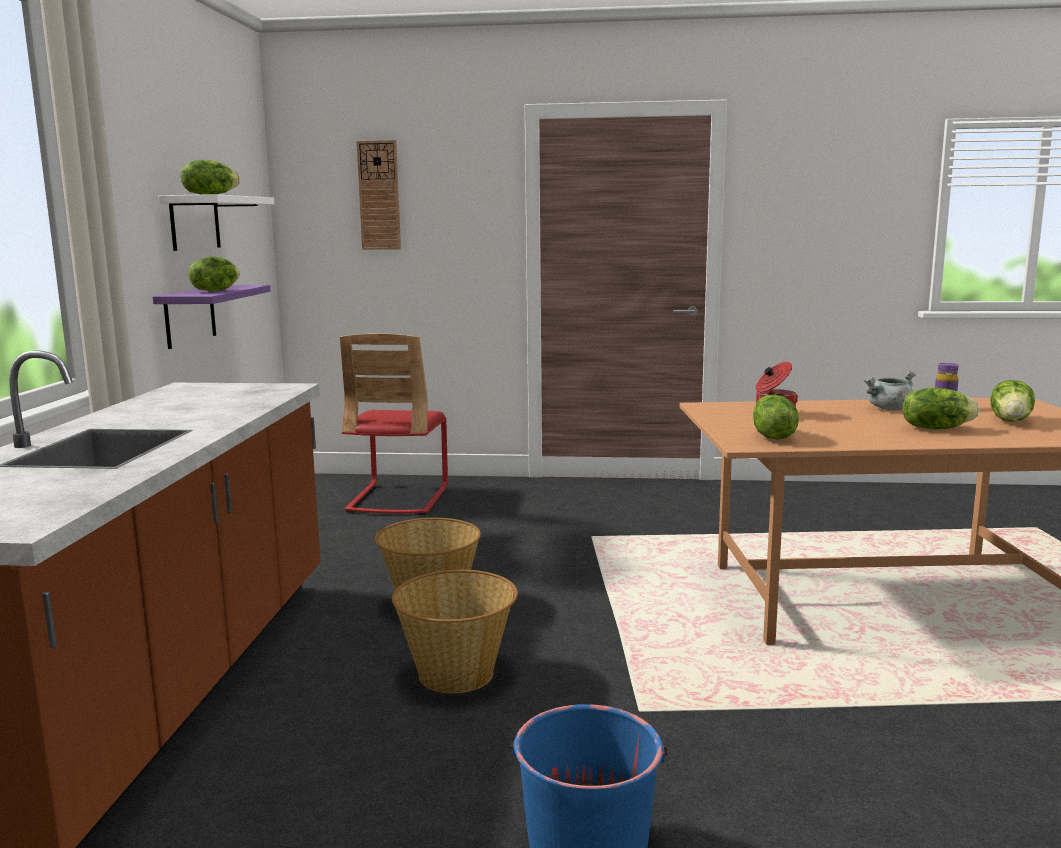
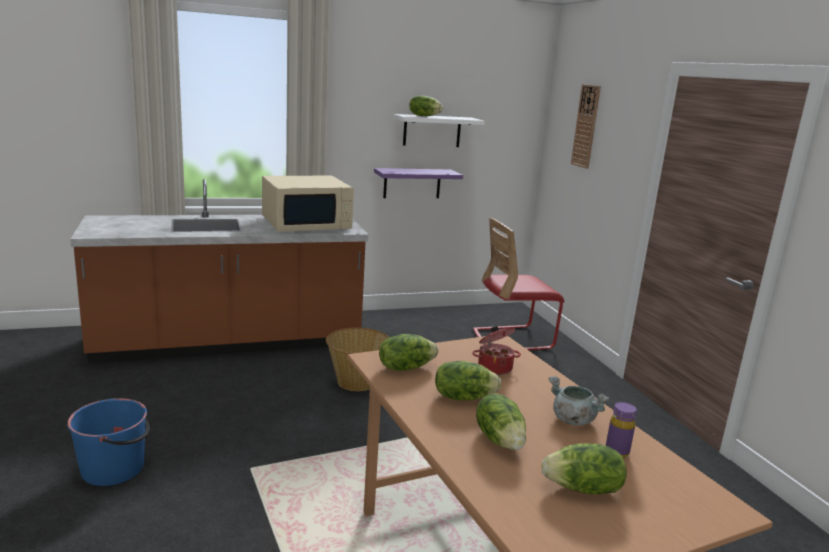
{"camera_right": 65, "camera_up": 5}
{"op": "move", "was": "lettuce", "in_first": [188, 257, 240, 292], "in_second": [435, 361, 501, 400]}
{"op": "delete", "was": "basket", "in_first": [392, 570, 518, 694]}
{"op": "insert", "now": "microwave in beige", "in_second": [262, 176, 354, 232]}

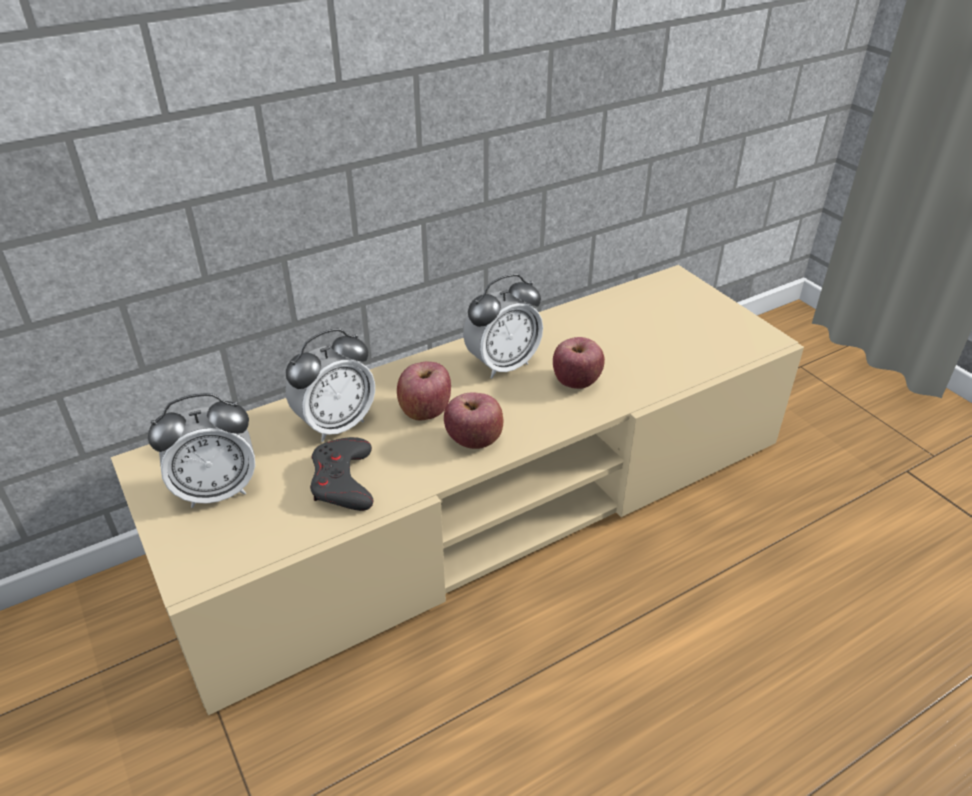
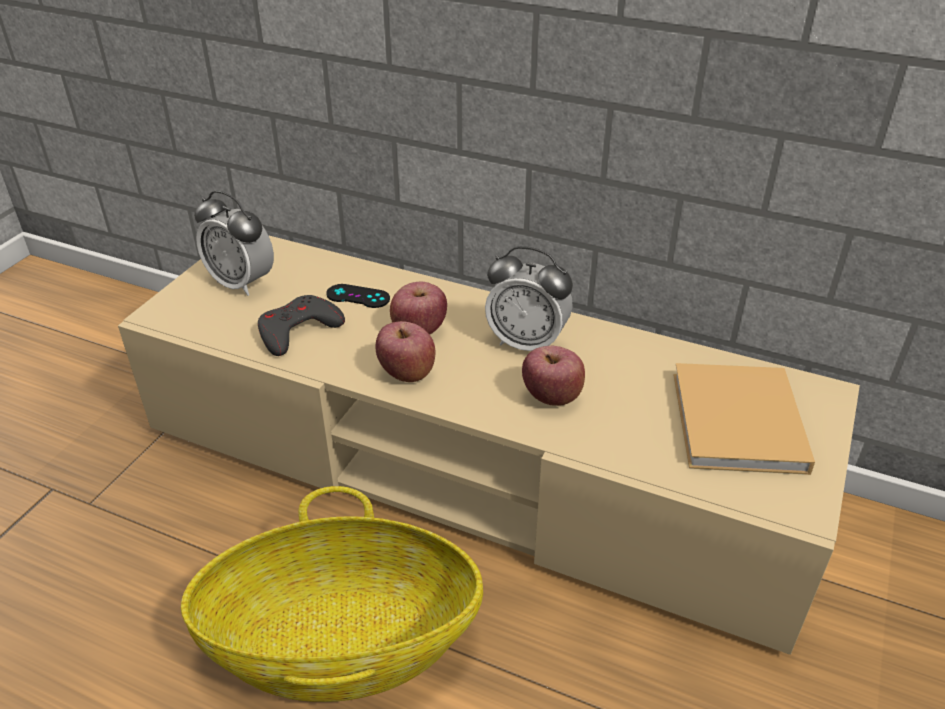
{"camera_right": 55, "camera_up": 0}
{"op": "replace", "was": "alarm clock", "now": "game controller in black", "in_first": [286, 328, 375, 442], "in_second": [326, 284, 390, 308]}
{"op": "insert", "now": "book in beige", "in_second": [674, 363, 815, 475]}
{"op": "insert", "now": "basket", "in_second": [181, 486, 483, 702]}

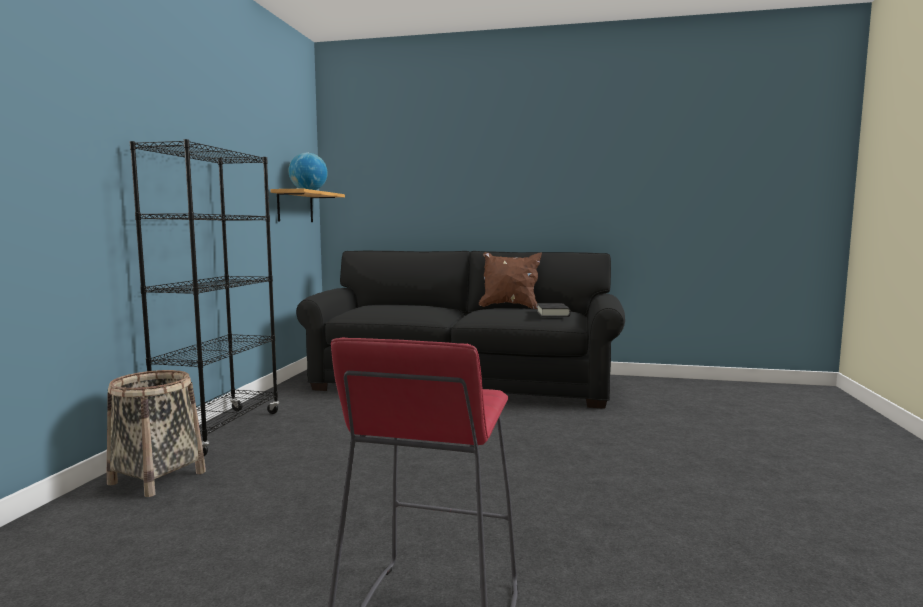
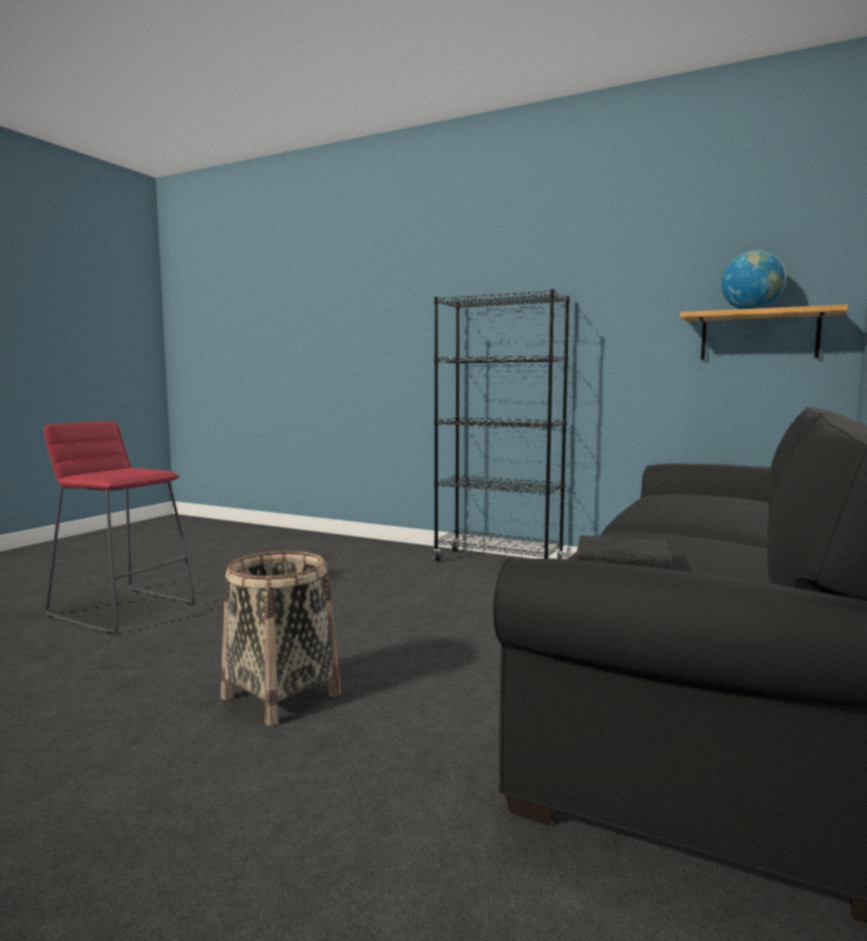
{"camera_right": 105, "camera_up": 0}
{"op": "delete", "was": "pillow in brown", "in_first": [479, 252, 542, 309]}
{"op": "move", "was": "basket", "in_first": [107, 370, 206, 497], "in_second": [221, 551, 341, 726]}

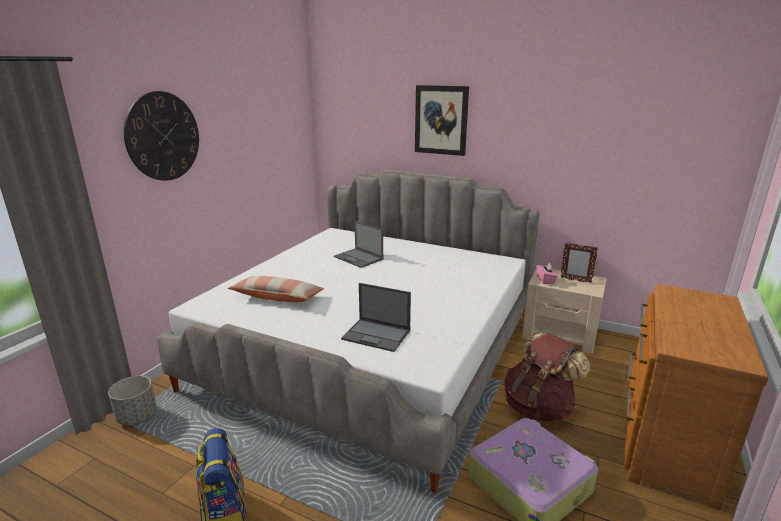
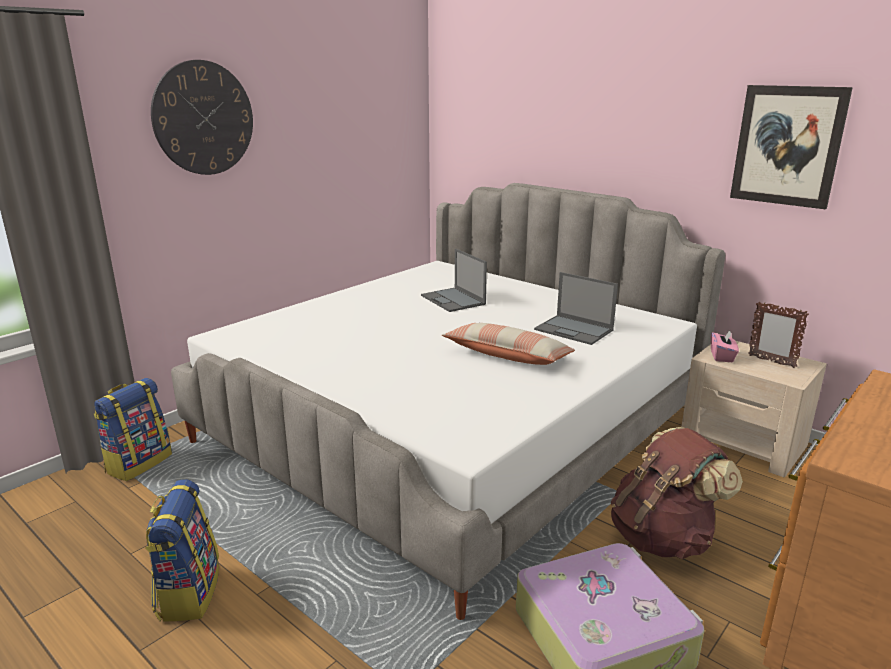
{"camera_right": 15, "camera_up": 0}
{"op": "move", "was": "picture", "in_first": [415, 85, 469, 156], "in_second": [730, 85, 853, 209]}
{"op": "move", "was": "pillow", "in_first": [227, 276, 324, 302], "in_second": [442, 323, 575, 365]}
{"op": "move", "was": "laptop", "in_first": [341, 283, 411, 352], "in_second": [534, 272, 618, 345]}
{"op": "replace", "was": "planter in grey", "now": "backpack", "in_first": [108, 376, 157, 425], "in_second": [94, 378, 172, 481]}

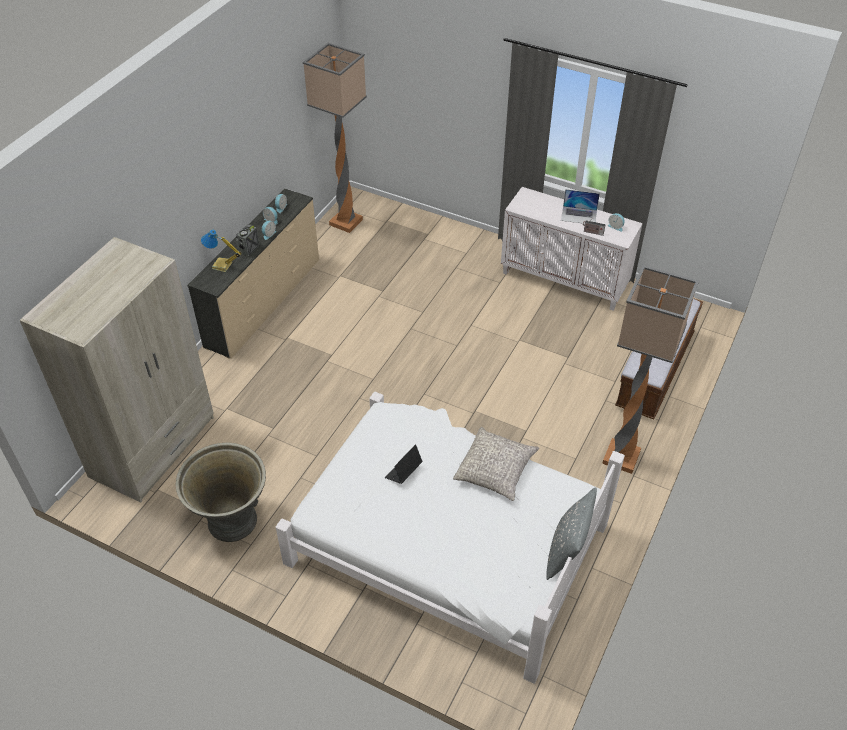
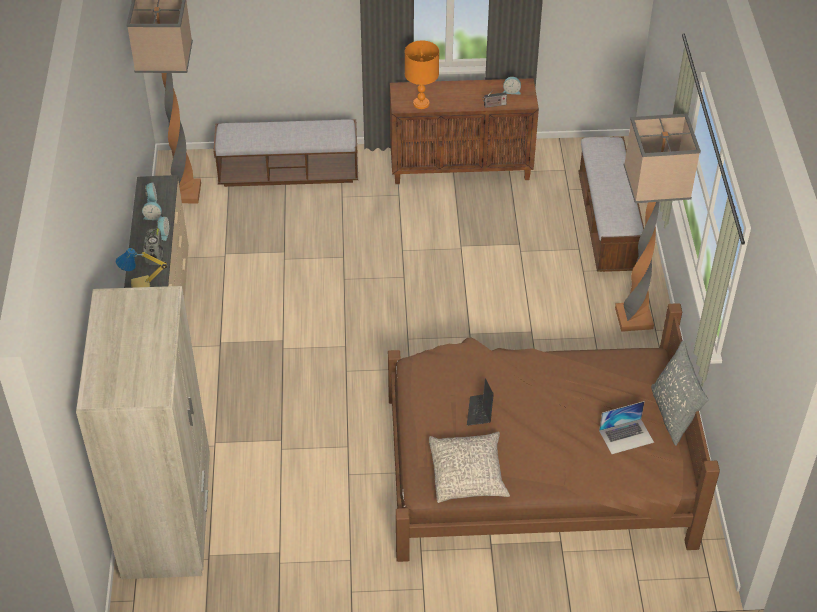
{"camera_right": -30, "camera_up": 0}
{"op": "recolor", "was": "cabinet in white", "now": "cabinet in brown", "in_first": [501, 187, 643, 311], "in_second": [390, 78, 539, 184]}
{"op": "move", "was": "laptop", "in_first": [561, 189, 600, 224], "in_second": [599, 401, 654, 454]}
{"op": "recolor", "was": "bed in white", "now": "bed in brown", "in_first": [276, 392, 625, 684], "in_second": [388, 303, 720, 562]}
{"op": "move", "was": "pillow in grey", "in_first": [453, 427, 539, 501], "in_second": [429, 432, 510, 503]}
{"op": "delete", "was": "planter in grey", "in_first": [176, 442, 266, 542]}
{"op": "insert", "now": "table lamp in orange", "in_second": [405, 41, 439, 109]}
{"op": "insert", "now": "bench", "in_second": [213, 119, 358, 187]}

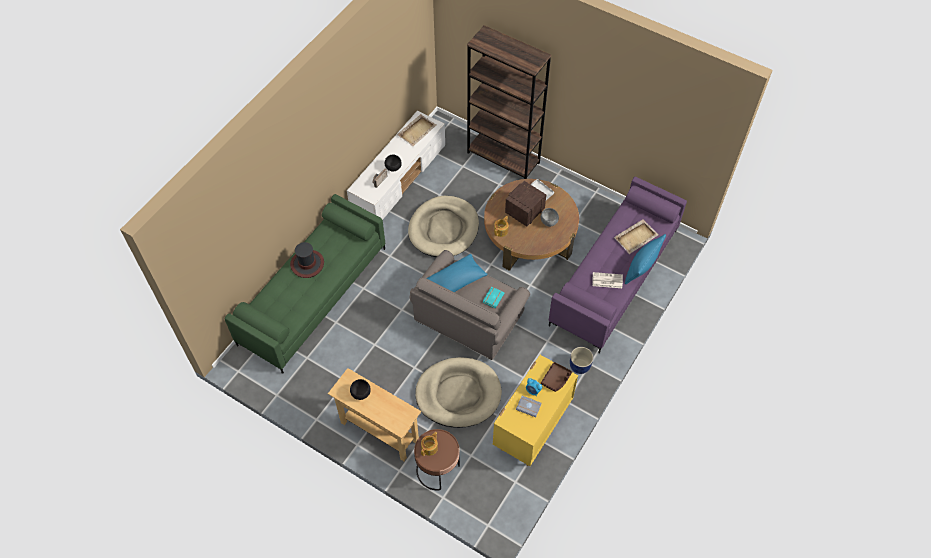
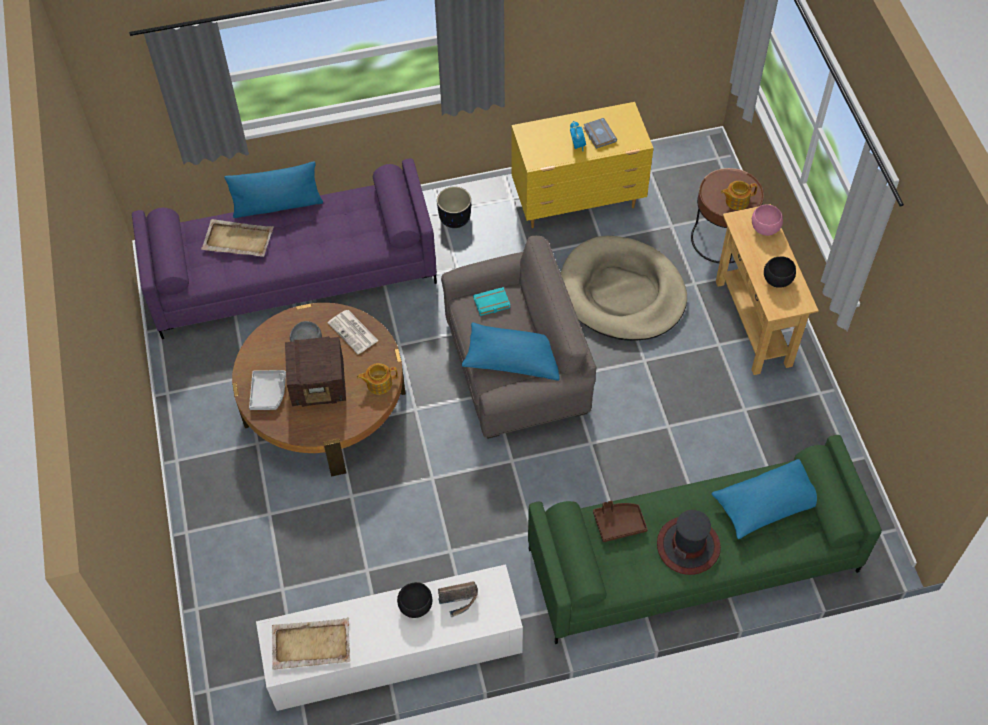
{"camera_right": -135, "camera_up": 0}
{"op": "delete", "was": "bookcase in brown", "in_first": [467, 25, 551, 179]}
{"op": "delete", "was": "dog bed in beige", "in_first": [408, 195, 479, 257]}
{"op": "move", "was": "newspaper", "in_first": [592, 272, 623, 288], "in_second": [327, 310, 379, 354]}
{"op": "recolor", "was": "planter in blue", "now": "planter in black", "in_first": [570, 347, 593, 374], "in_second": [437, 187, 471, 228]}
{"op": "move", "was": "tray in brown", "in_first": [541, 362, 572, 392], "in_second": [593, 501, 648, 542]}
{"op": "insert", "now": "bowl in pink", "in_second": [752, 204, 783, 236]}
{"op": "insert", "now": "pillow in blue", "in_second": [712, 459, 817, 539]}

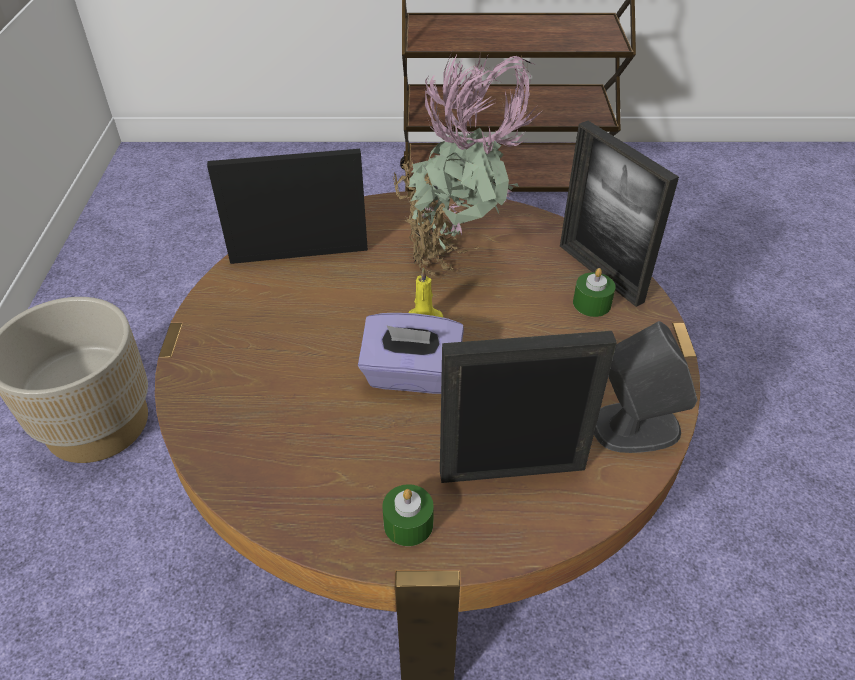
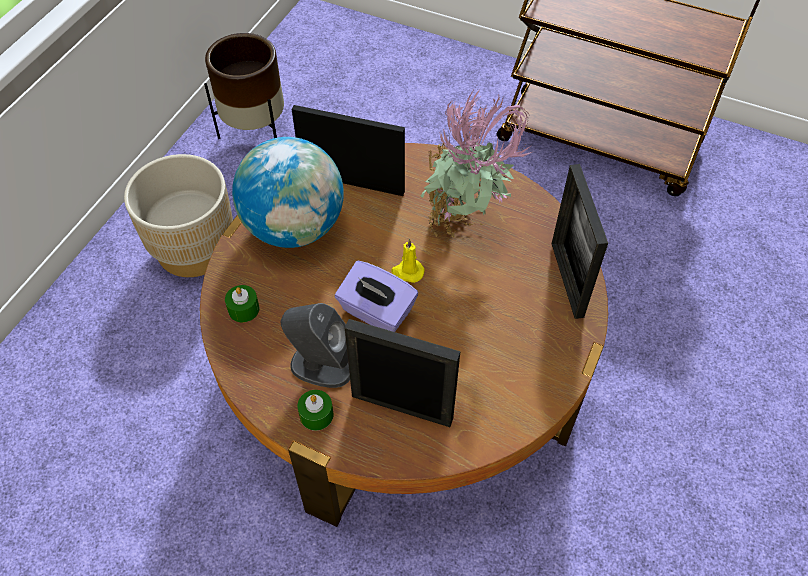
{"camera_right": 25, "camera_up": 10}
{"op": "move", "was": "candle in green", "in_first": [573, 268, 616, 317], "in_second": [225, 285, 259, 322]}
{"op": "move", "was": "speaker in grey", "in_first": [594, 321, 698, 453], "in_second": [281, 303, 350, 388]}
{"op": "insert", "now": "planter in brown", "in_second": [204, 33, 284, 139]}
{"op": "insert", "now": "globe", "in_second": [232, 137, 344, 248]}

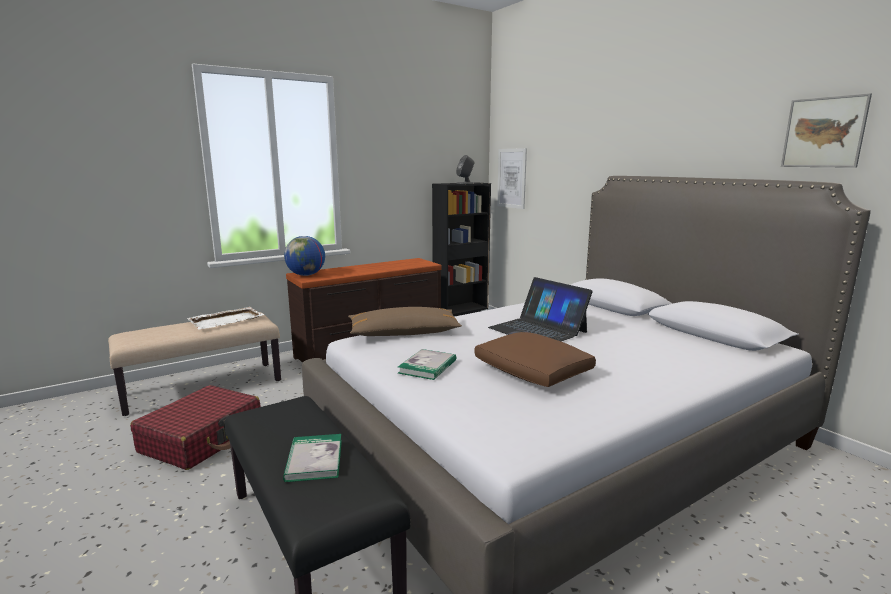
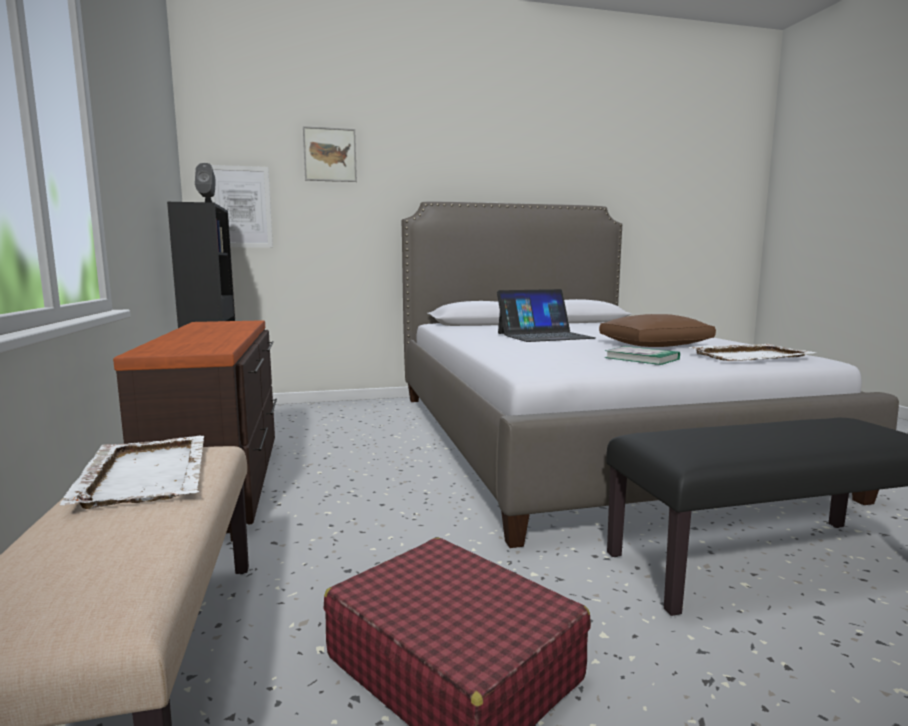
{"camera_right": -70, "camera_up": -5}
{"op": "move", "was": "picture", "in_first": [781, 93, 872, 168], "in_second": [303, 126, 357, 182]}
{"op": "delete", "was": "globe", "in_first": [284, 236, 325, 276]}
{"op": "delete", "was": "pillow in brown", "in_first": [348, 307, 462, 336]}
{"op": "delete", "was": "book", "in_first": [283, 434, 342, 482]}
{"op": "insert", "now": "tray in white", "in_second": [687, 344, 816, 361]}

